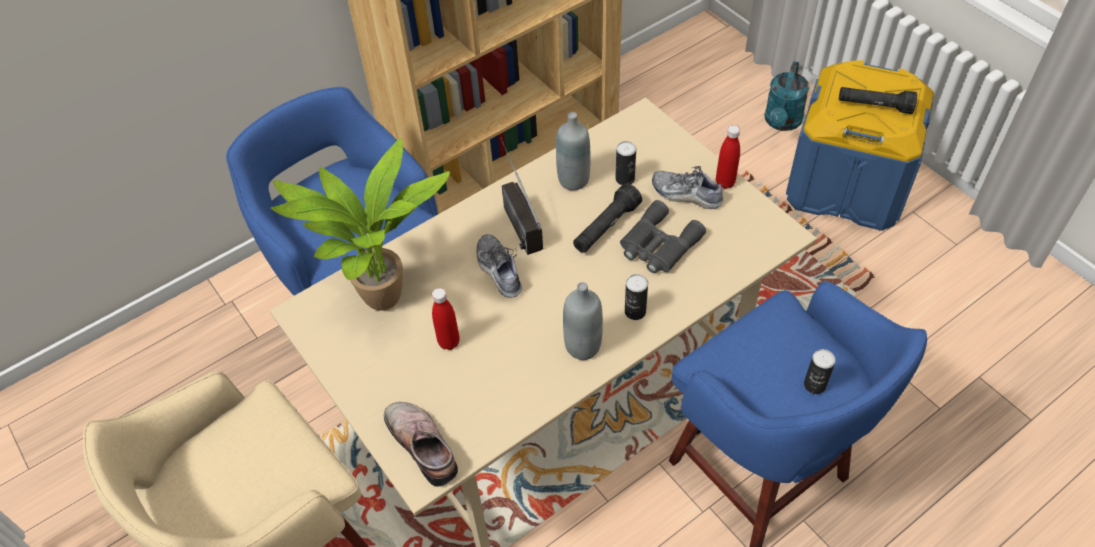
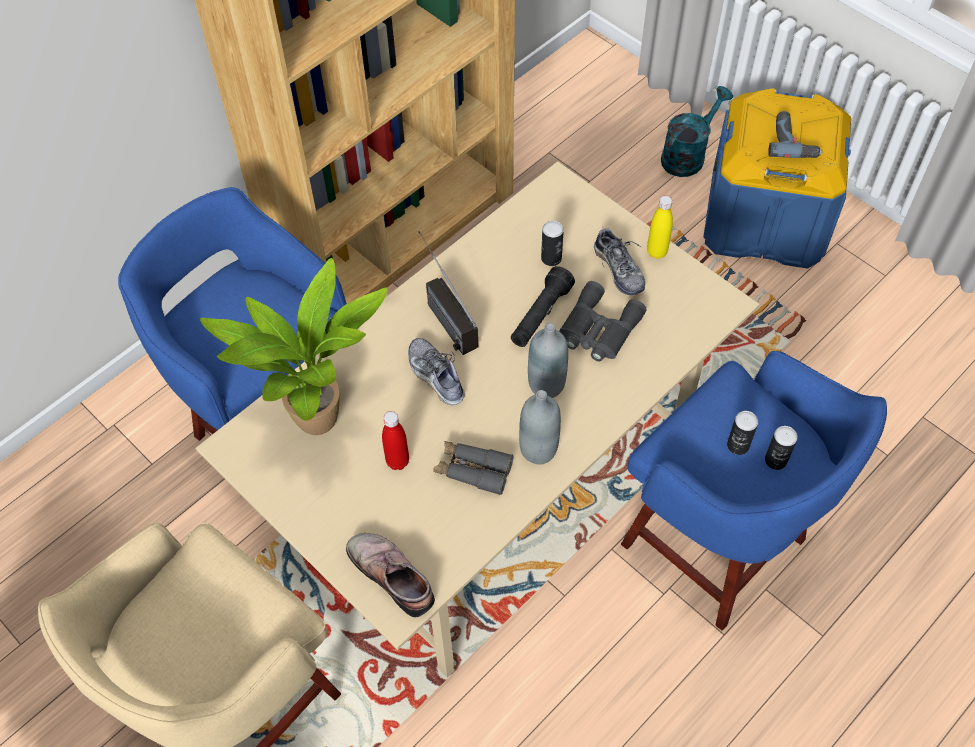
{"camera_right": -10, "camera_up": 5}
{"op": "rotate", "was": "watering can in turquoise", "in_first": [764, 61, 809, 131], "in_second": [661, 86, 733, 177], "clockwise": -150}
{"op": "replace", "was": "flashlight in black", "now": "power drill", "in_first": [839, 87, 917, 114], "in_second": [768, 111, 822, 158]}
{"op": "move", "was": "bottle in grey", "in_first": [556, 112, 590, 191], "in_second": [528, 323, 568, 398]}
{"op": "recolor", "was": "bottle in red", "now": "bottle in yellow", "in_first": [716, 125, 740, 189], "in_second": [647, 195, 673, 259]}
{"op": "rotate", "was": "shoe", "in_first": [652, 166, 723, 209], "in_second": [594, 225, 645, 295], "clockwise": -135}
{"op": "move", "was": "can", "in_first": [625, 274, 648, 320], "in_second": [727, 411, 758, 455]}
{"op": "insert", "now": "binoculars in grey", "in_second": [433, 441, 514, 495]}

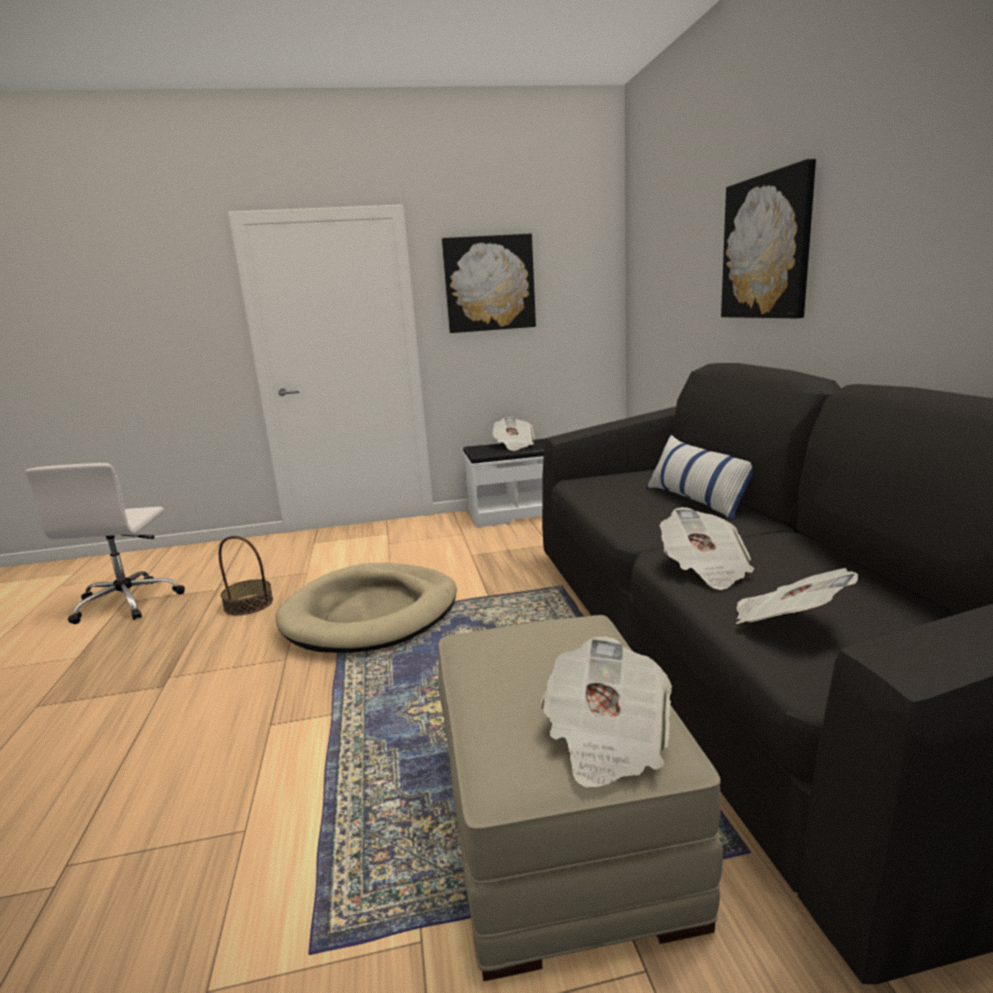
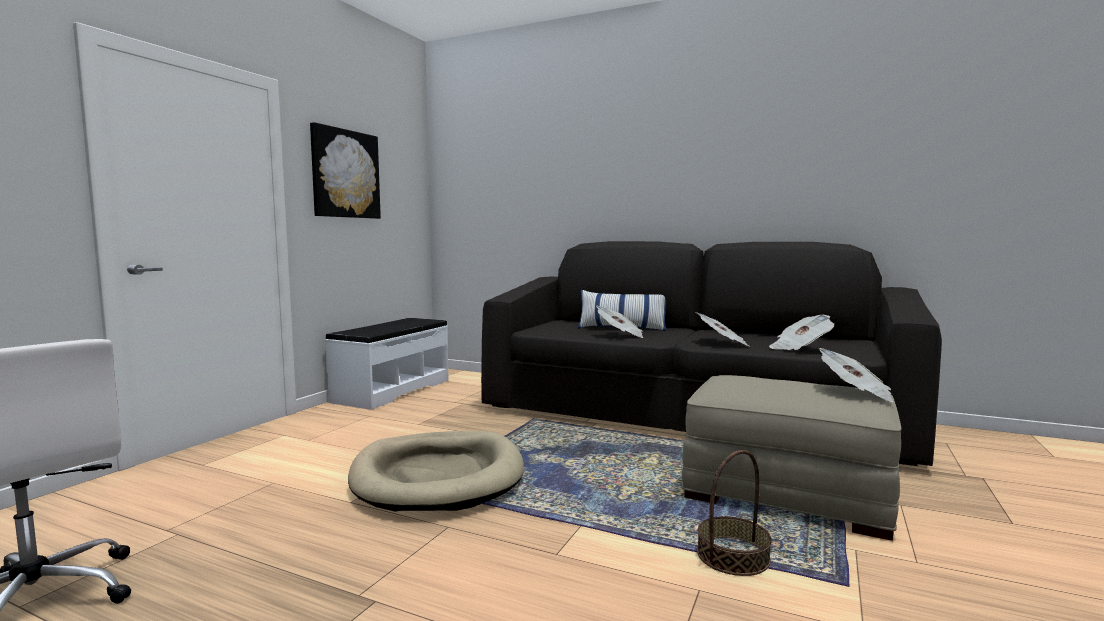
{"camera_right": -55, "camera_up": -10}
{"op": "delete", "was": "picture", "in_first": [721, 159, 816, 319]}
{"op": "move", "was": "newspaper", "in_first": [492, 417, 534, 451], "in_second": [596, 306, 643, 338]}
{"op": "move", "was": "basket", "in_first": [219, 536, 273, 615], "in_second": [697, 450, 772, 576]}

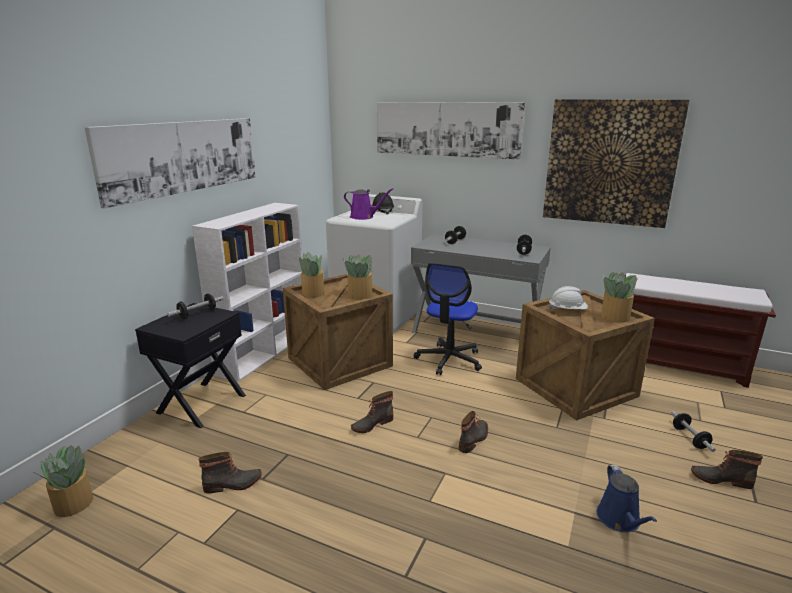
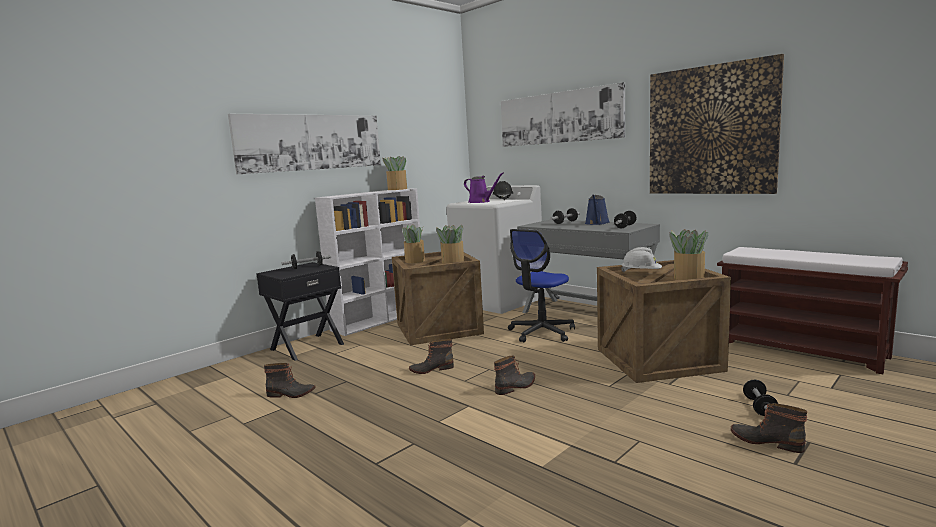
{"camera_right": 20, "camera_up": -10}
{"op": "move", "was": "potted plant", "in_first": [36, 445, 93, 517], "in_second": [382, 156, 407, 190]}
{"op": "move", "was": "watering can in blue", "in_first": [597, 465, 657, 532], "in_second": [585, 195, 610, 225]}

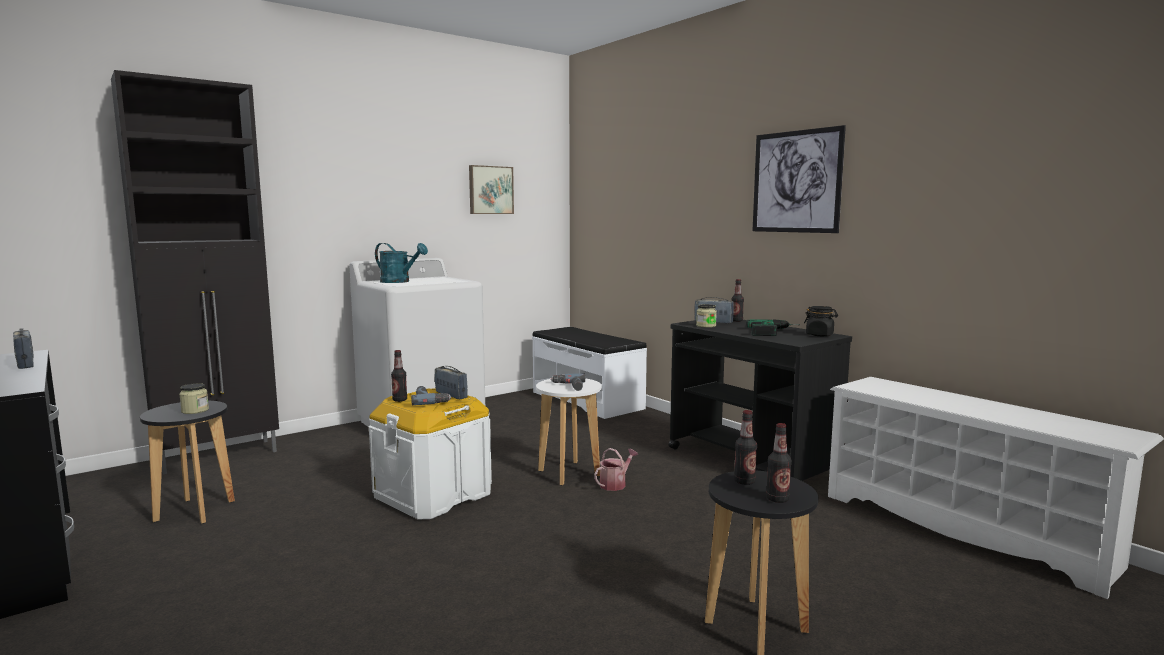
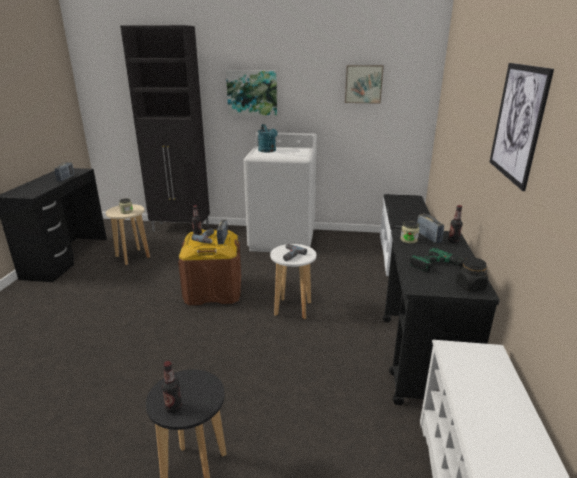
{"camera_right": 45, "camera_up": 15}
{"op": "recolor", "was": "storage box in white", "now": "storage box in brown", "in_first": [369, 389, 492, 519], "in_second": [178, 229, 241, 305]}
{"op": "recolor", "was": "stool in black", "now": "stool in beige", "in_first": [140, 401, 235, 524], "in_second": [106, 204, 150, 265]}
{"op": "delete", "was": "bottle", "in_first": [734, 410, 757, 485]}
{"op": "delete", "was": "watering can", "in_first": [594, 448, 638, 491]}
{"op": "insert", "now": "picture", "in_second": [226, 70, 277, 116]}

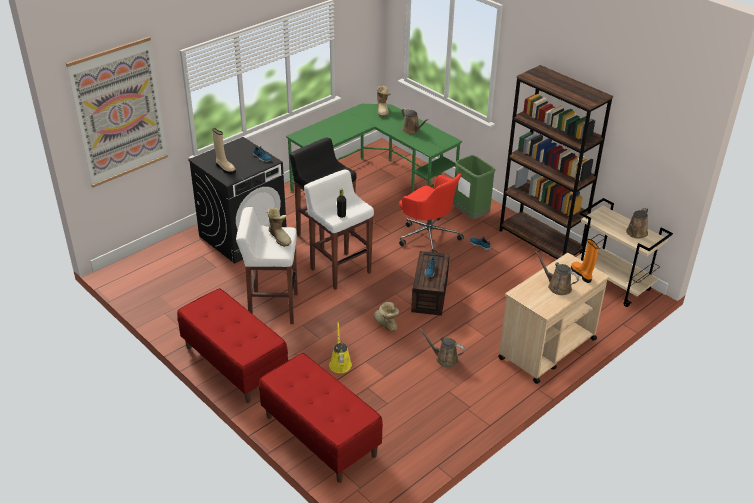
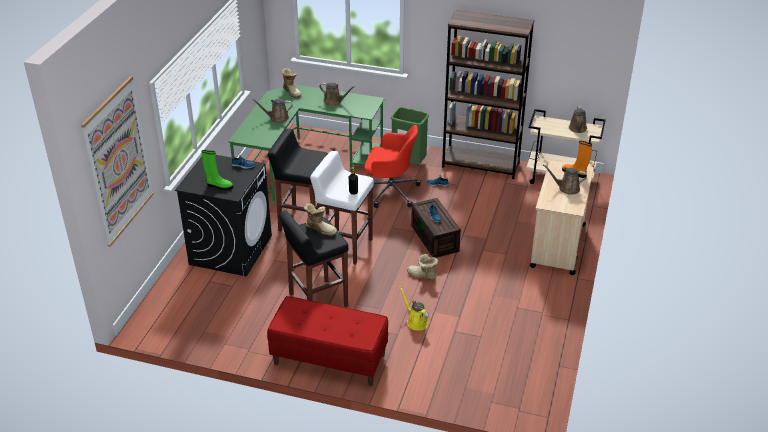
{"camera_right": -30, "camera_up": 0}
{"op": "recolor", "was": "boot in beige", "now": "boot in green", "in_first": [212, 128, 236, 174], "in_second": [202, 150, 233, 190]}
{"op": "recolor", "was": "stool in white", "now": "stool in black", "in_first": [236, 207, 298, 324], "in_second": [279, 210, 348, 308]}
{"op": "move", "was": "watering can in brown", "in_first": [419, 329, 465, 368], "in_second": [252, 99, 293, 123]}
{"op": "delete", "was": "bench in red", "in_first": [259, 353, 383, 483]}

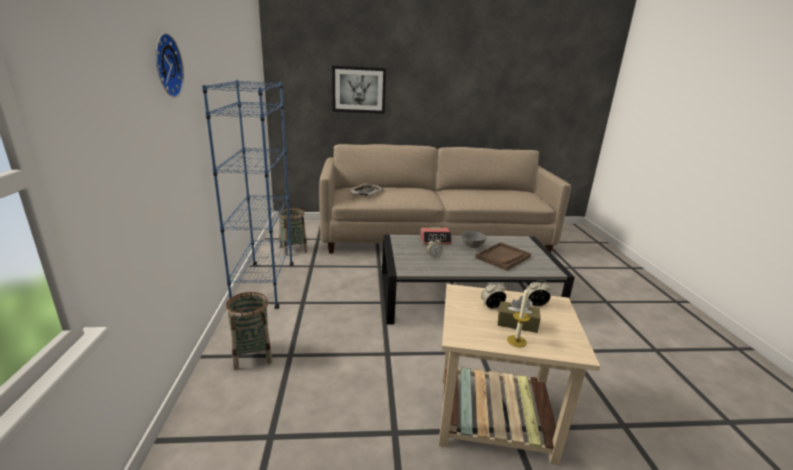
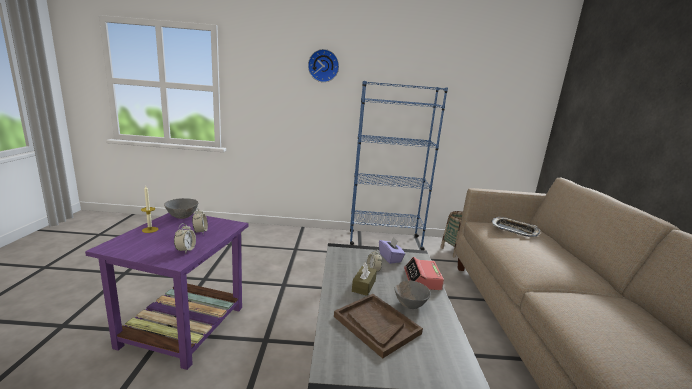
{"camera_right": 95, "camera_up": -5}
{"op": "delete", "was": "picture", "in_first": [332, 66, 386, 114]}
{"op": "recolor", "was": "side table in beige", "now": "side table in purple", "in_first": [439, 284, 600, 465], "in_second": [85, 213, 248, 370]}
{"op": "delete", "was": "basket", "in_first": [225, 292, 272, 370]}
{"op": "move", "was": "tissue box in brown", "in_first": [498, 296, 541, 333], "in_second": [352, 262, 377, 296]}
{"op": "insert", "now": "bowl in grey", "in_second": [164, 198, 198, 219]}
{"op": "insert", "now": "tissue box in purple", "in_second": [379, 237, 405, 264]}

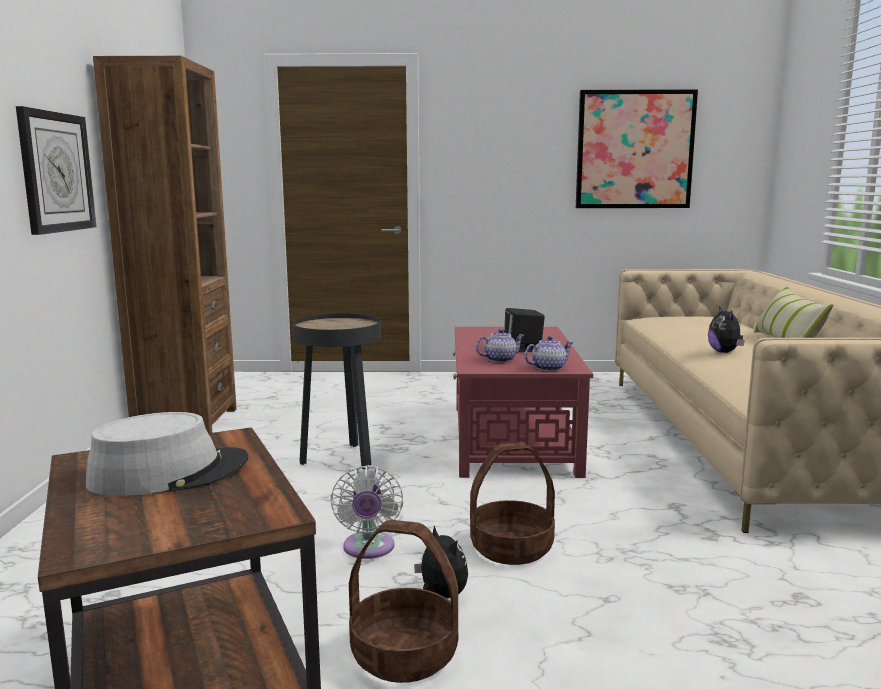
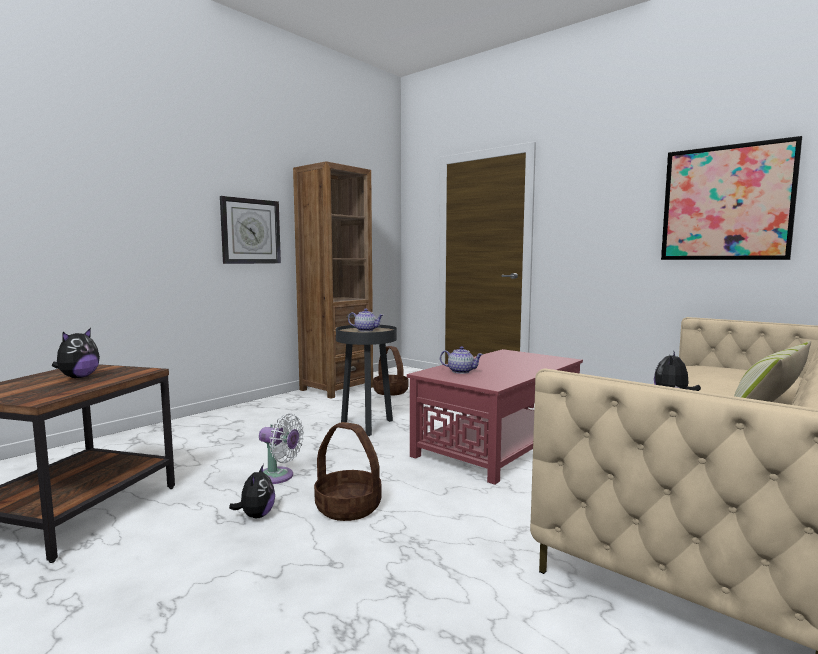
{"camera_right": 40, "camera_up": -5}
{"op": "delete", "was": "speaker in black", "in_first": [503, 308, 545, 352]}
{"op": "move", "was": "teapot", "in_first": [524, 336, 574, 371], "in_second": [348, 309, 383, 332]}
{"op": "replace", "was": "hat in grey", "now": "plush toy", "in_first": [86, 412, 248, 496], "in_second": [52, 328, 100, 378]}
{"op": "rotate", "was": "fan in white", "in_first": [330, 465, 403, 559], "in_second": [259, 413, 304, 484], "clockwise": -105}
{"op": "move", "was": "basket", "in_first": [349, 520, 458, 683], "in_second": [373, 346, 409, 396]}

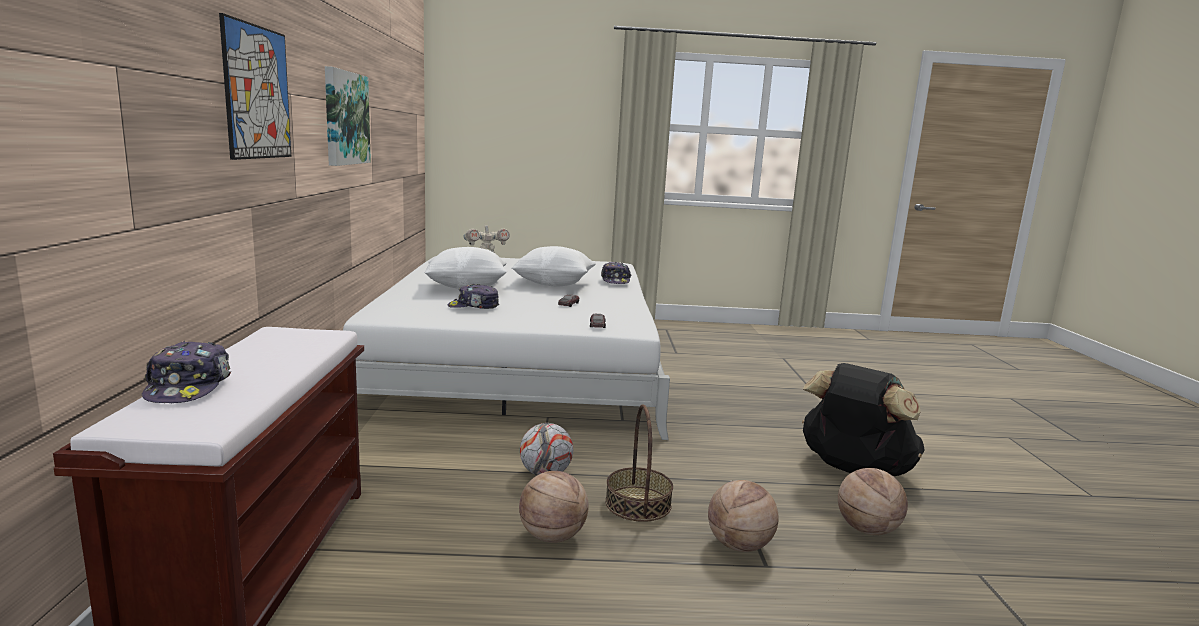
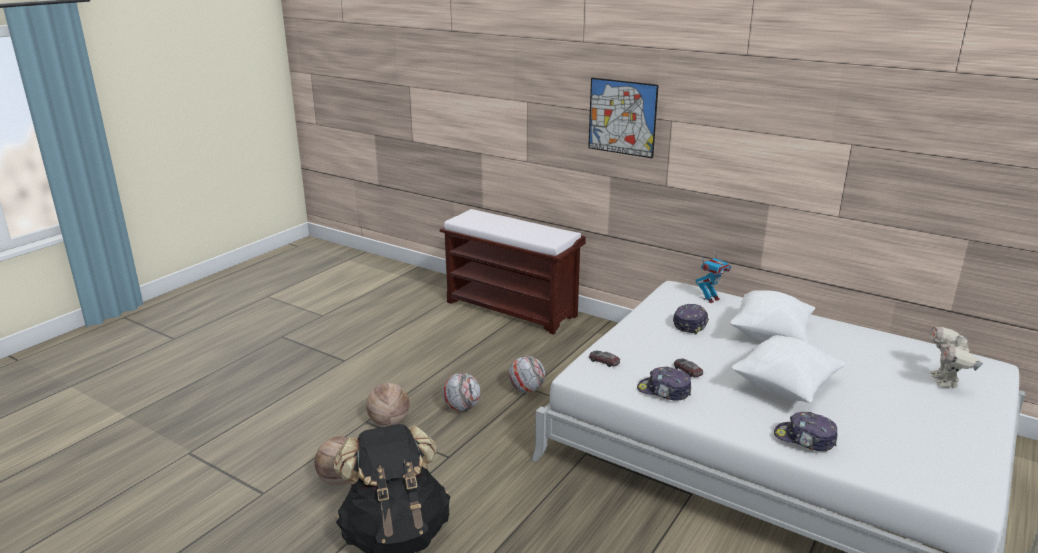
{"camera_right": 125, "camera_up": 10}
{"op": "delete", "was": "picture", "in_first": [325, 66, 371, 166]}
{"op": "move", "was": "cap", "in_first": [142, 341, 231, 403], "in_second": [637, 367, 691, 400]}
{"op": "replace", "was": "basket", "now": "football", "in_first": [605, 405, 673, 522], "in_second": [442, 373, 481, 412]}
{"op": "delete", "was": "basketball", "in_first": [519, 471, 589, 543]}
{"op": "insert", "now": "toy robot", "in_second": [696, 248, 731, 303]}

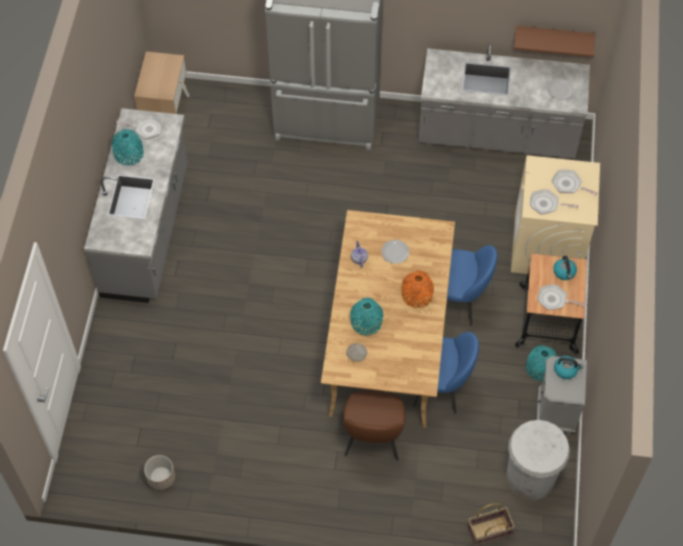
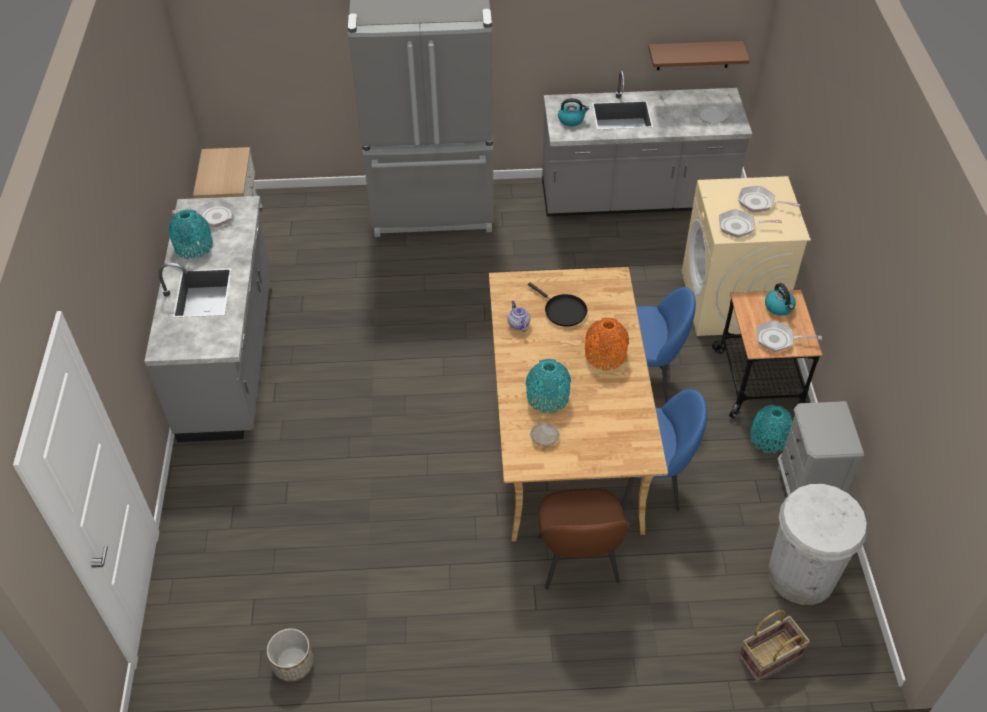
{"camera_right": -10, "camera_up": -10}
{"op": "replace", "was": "plate", "now": "frying pan in black", "in_first": [381, 240, 409, 264], "in_second": [528, 283, 587, 327]}
{"op": "move", "was": "kettle", "in_first": [554, 356, 583, 379], "in_second": [558, 98, 589, 126]}

